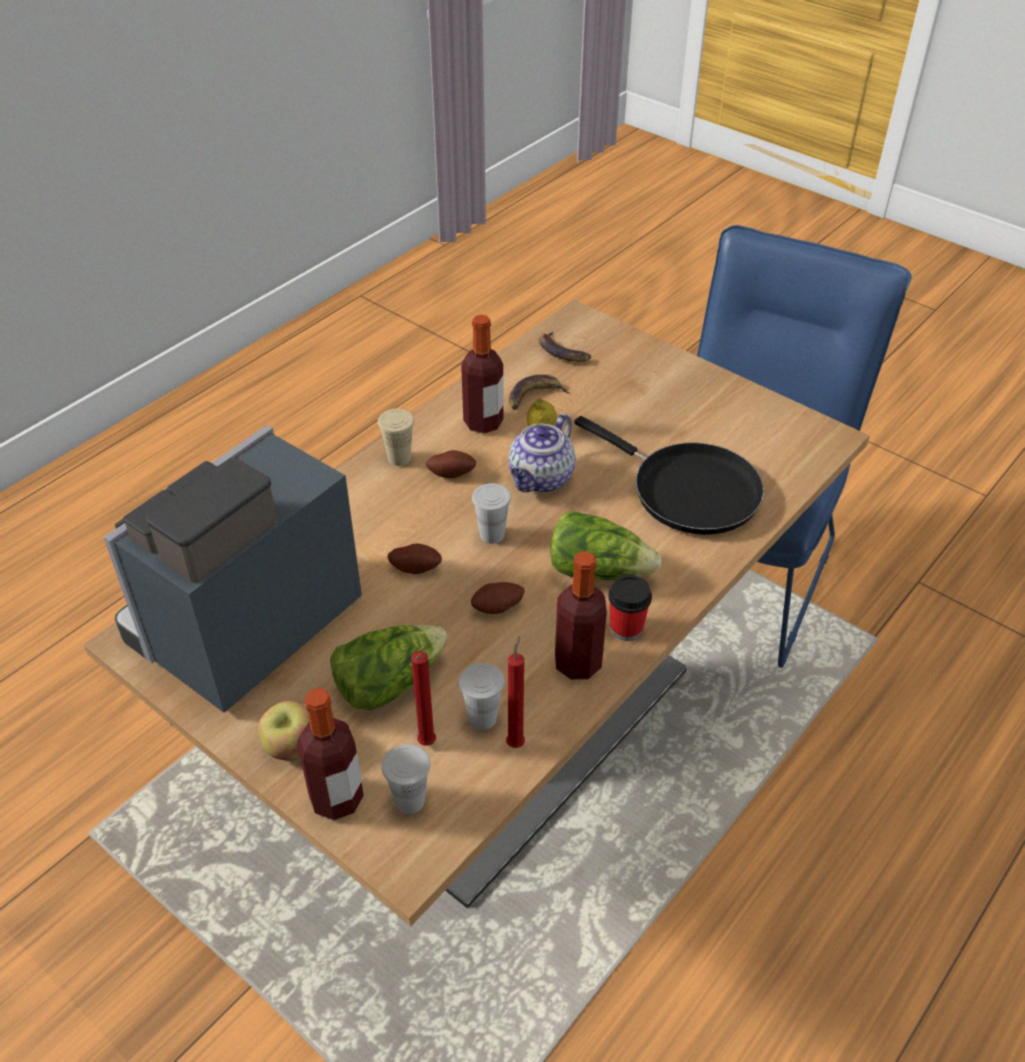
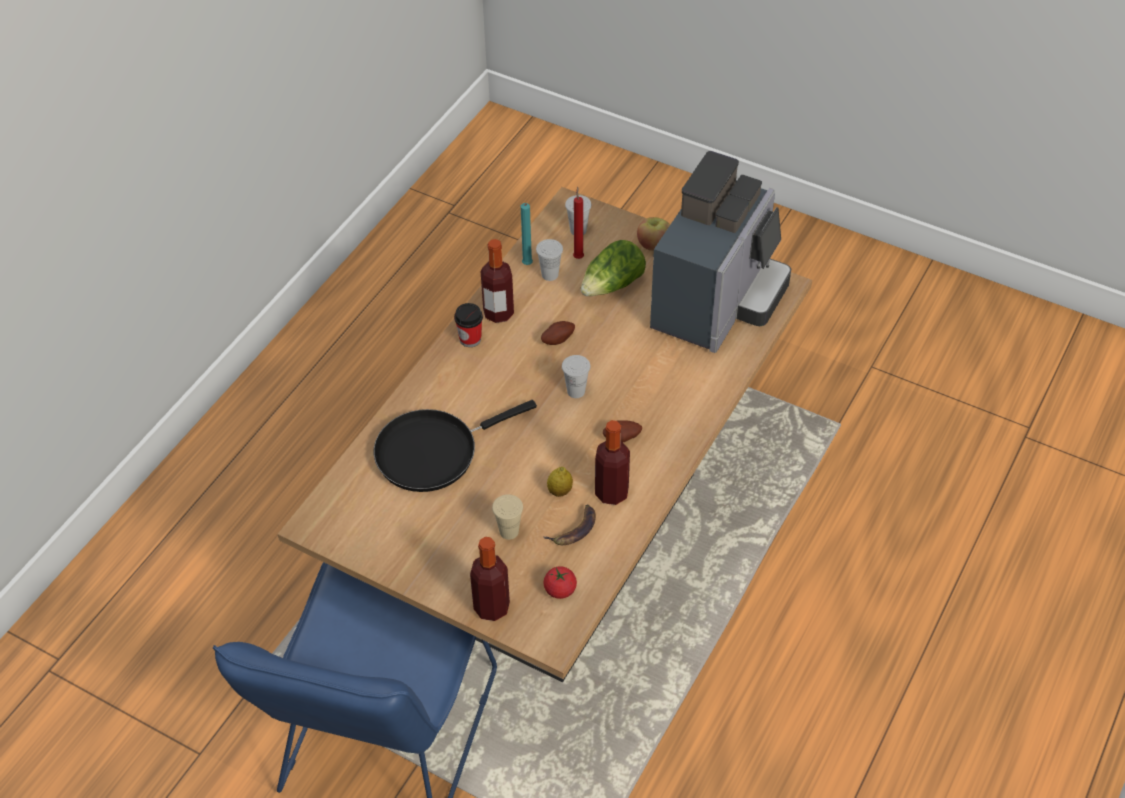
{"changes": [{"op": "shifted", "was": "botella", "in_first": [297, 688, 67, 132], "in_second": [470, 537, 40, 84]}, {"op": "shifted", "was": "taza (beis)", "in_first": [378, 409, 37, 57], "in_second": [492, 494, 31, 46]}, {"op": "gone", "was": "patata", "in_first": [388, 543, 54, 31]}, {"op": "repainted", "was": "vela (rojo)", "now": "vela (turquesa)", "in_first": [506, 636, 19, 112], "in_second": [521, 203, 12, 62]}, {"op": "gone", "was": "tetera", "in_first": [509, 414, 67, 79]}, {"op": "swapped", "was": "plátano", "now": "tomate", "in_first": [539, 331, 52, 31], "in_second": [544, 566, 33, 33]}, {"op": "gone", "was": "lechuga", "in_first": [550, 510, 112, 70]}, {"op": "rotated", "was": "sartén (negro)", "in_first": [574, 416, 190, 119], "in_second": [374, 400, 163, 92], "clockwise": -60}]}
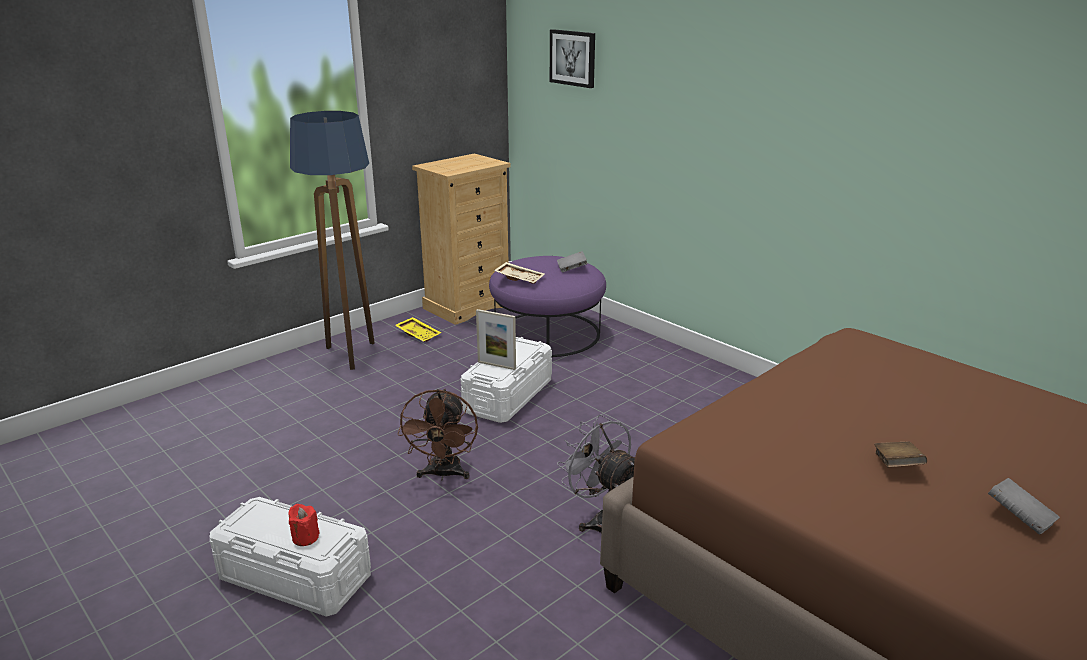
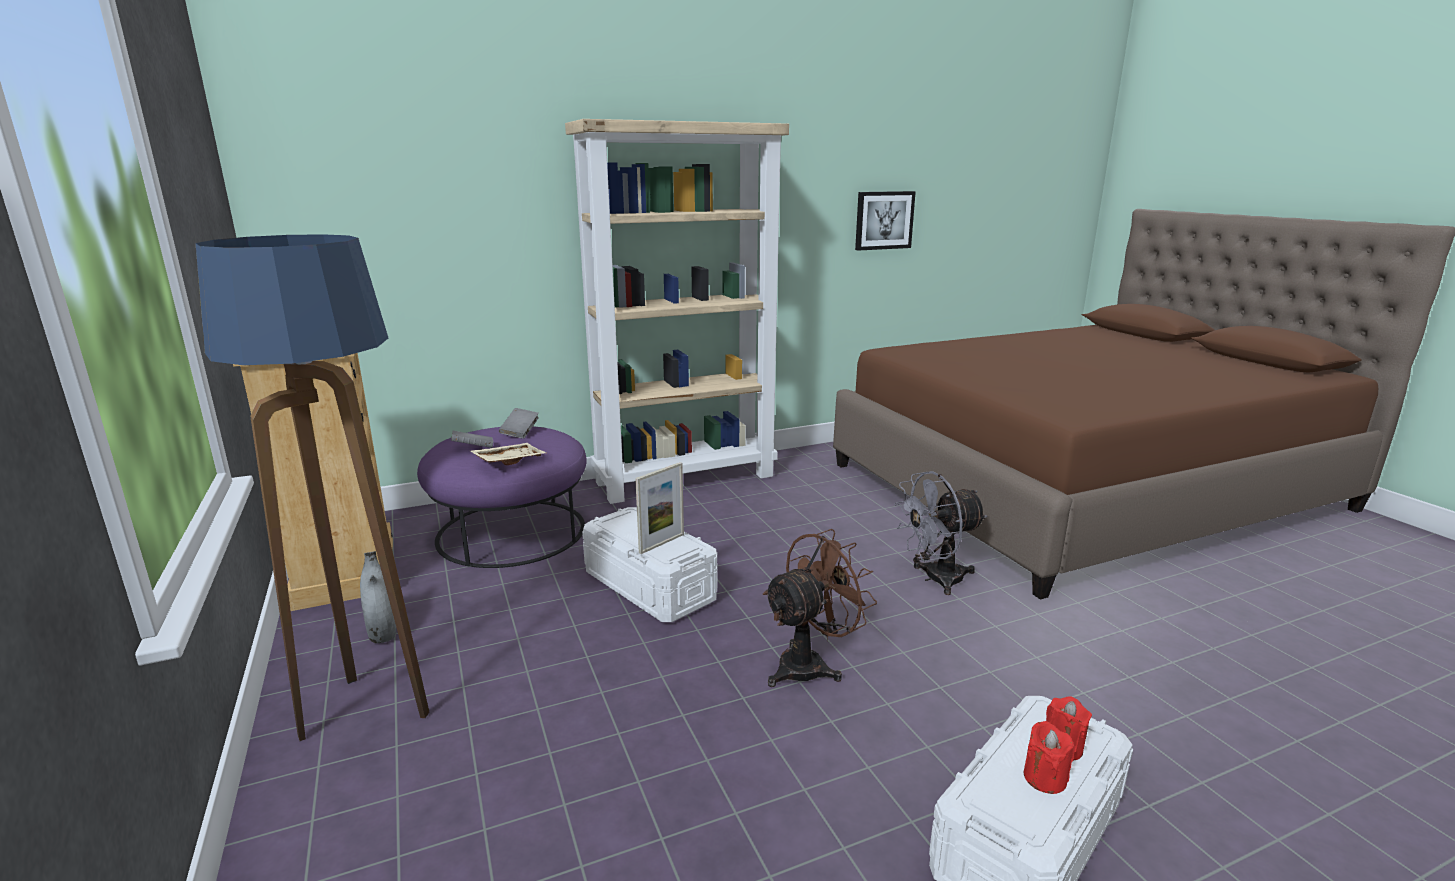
{"changes": [{"op": "swapped", "was": "bandeja (amarillo)", "now": "florero (gris)", "in_first": [395, 317, 46, 25], "in_second": [360, 551, 36, 92]}, {"op": "rotated", "was": "ventilador (marrón)", "in_first": [397, 388, 81, 92], "in_second": [763, 529, 114, 158], "clockwise": -60}, {"op": "shifted", "was": "cuadro", "in_first": [550, 29, 45, 59], "in_second": [855, 191, 61, 60]}, {"op": "gone", "was": "libro (marrón)", "in_first": [874, 442, 53, 25]}, {"op": "shifted", "was": "libro (gris)", "in_first": [988, 478, 72, 57], "in_second": [451, 431, 43, 17]}, {"op": "new", "now": "estantería (beis)", "in_second": [565, 119, 224, 385]}, {"op": "new", "now": "vela (rojo)", "in_second": [1024, 721, 51, 73]}]}
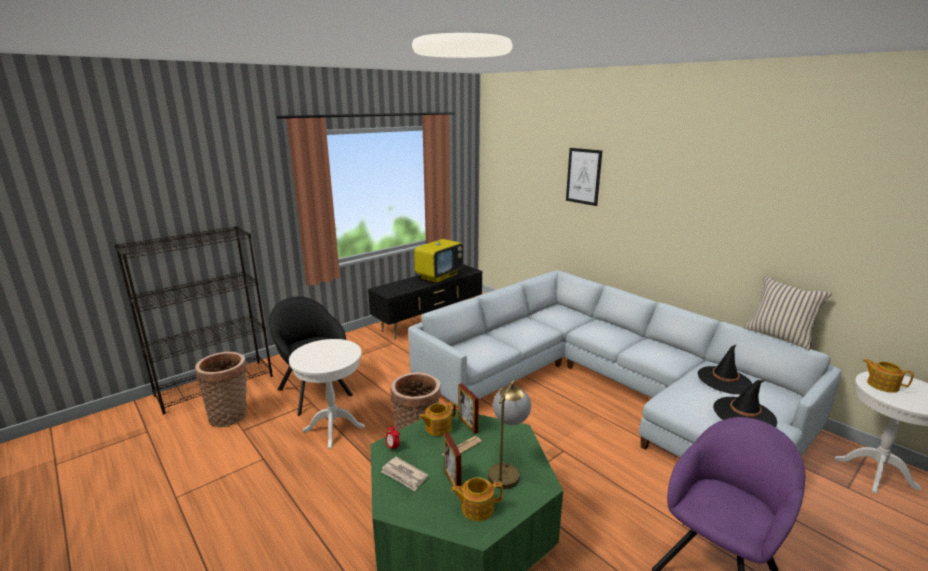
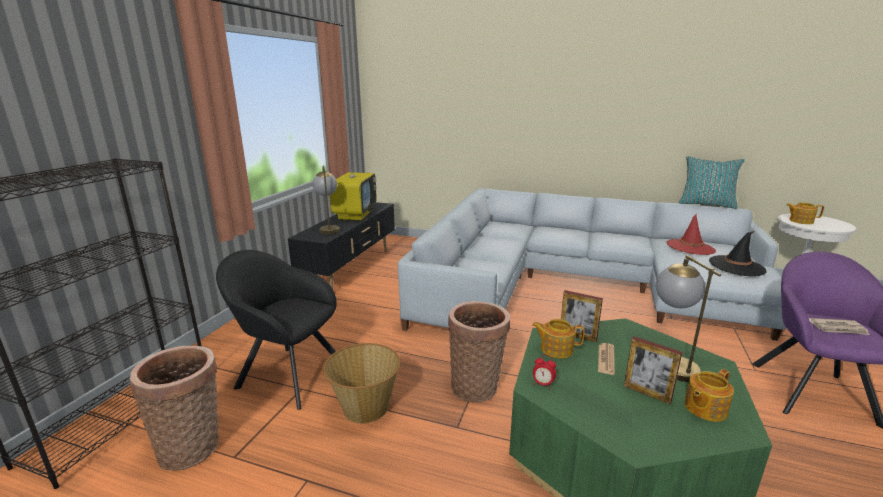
{"changes": [{"op": "swapped", "was": "mesa auxiliar (blanco)", "now": "cesta", "in_first": [289, 339, 76, 110], "in_second": [323, 343, 77, 81]}, {"op": "shifted", "was": "periódico", "in_first": [381, 457, 47, 34], "in_second": [809, 318, 61, 17]}, {"op": "rotated", "was": "tetera", "in_first": [419, 402, 37, 34], "in_second": [532, 319, 52, 39], "clockwise": 75}, {"op": "gone", "was": "cuadro", "in_first": [566, 148, 36, 58]}, {"op": "repainted", "was": "sombrero (negro)", "now": "sombrero (rojo)", "in_first": [697, 344, 55, 50], "in_second": [667, 214, 49, 41]}, {"op": "repainted", "was": "cojín (beis)", "now": "cojín (turquesa)", "in_first": [744, 276, 88, 75], "in_second": [679, 156, 66, 53]}, {"op": "new", "now": "lámpara de mesa", "in_second": [313, 166, 27, 68]}]}
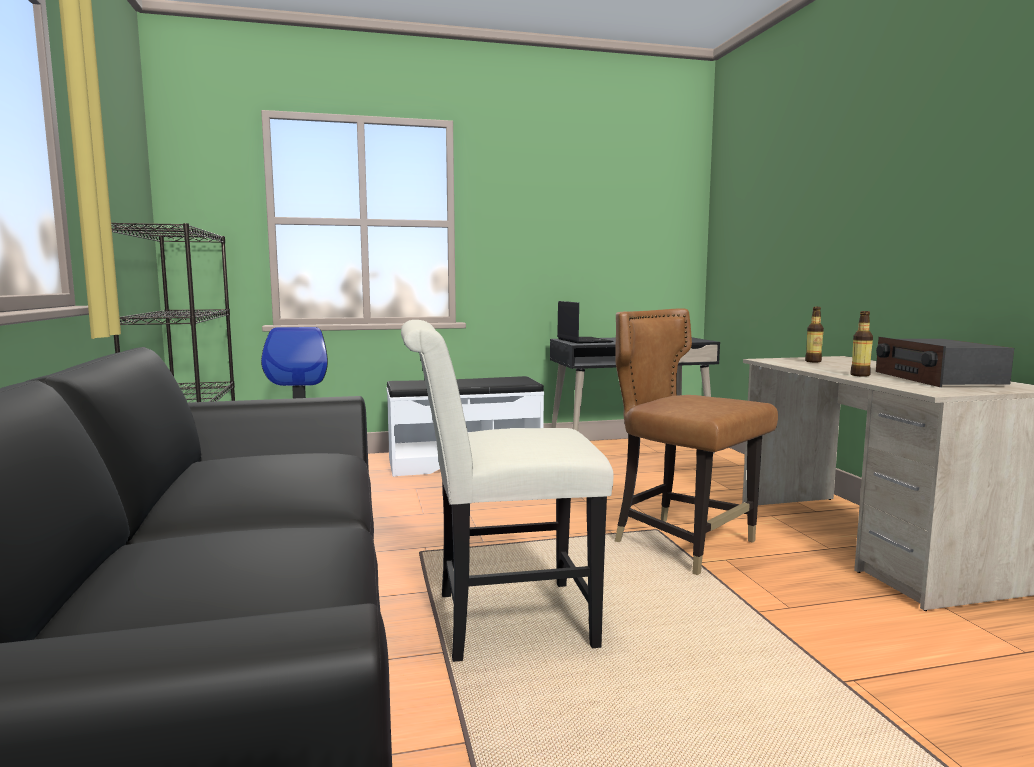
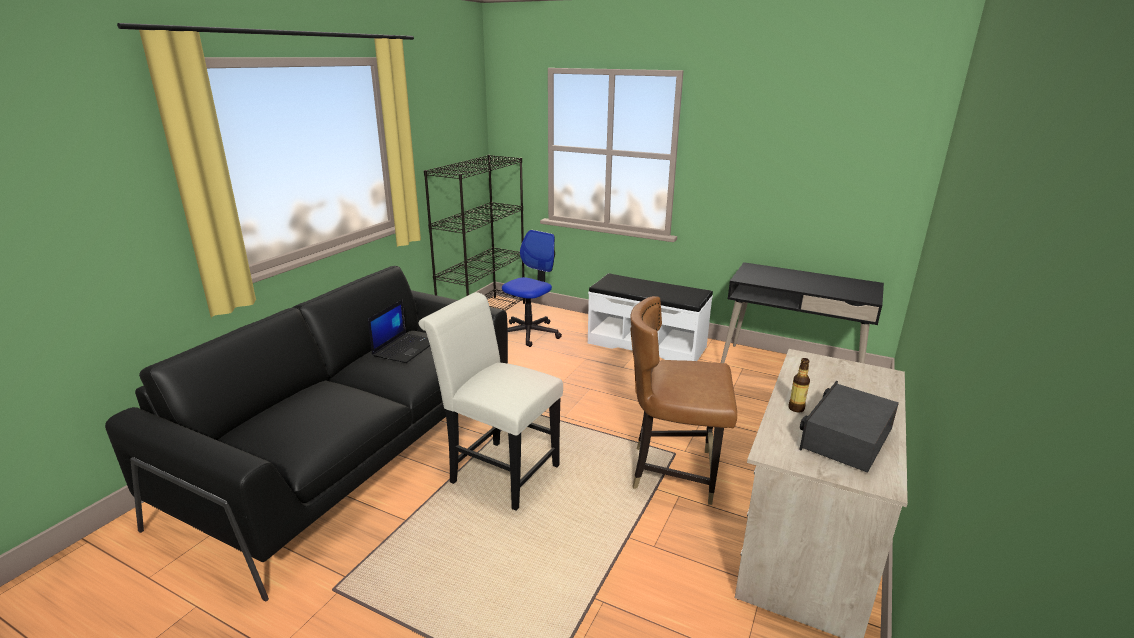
{"changes": [{"op": "shifted", "was": "portátil", "in_first": [557, 301, 57, 43], "in_second": [368, 300, 62, 63]}, {"op": "rotated", "was": "silla (marrón)", "in_first": [614, 308, 164, 267], "in_second": [630, 296, 107, 209], "clockwise": -75}, {"op": "gone", "was": "botella", "in_first": [805, 307, 19, 55]}]}
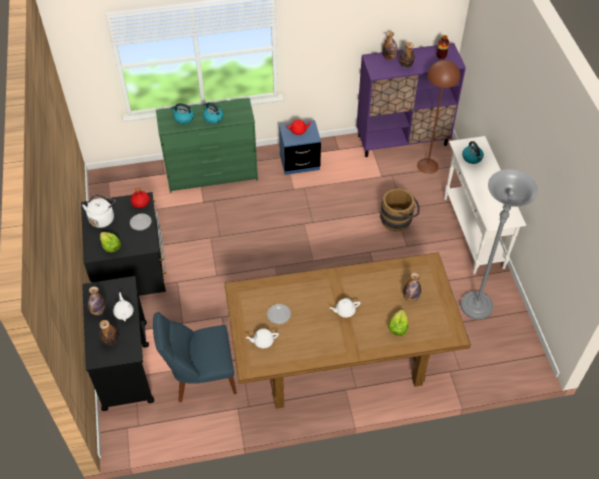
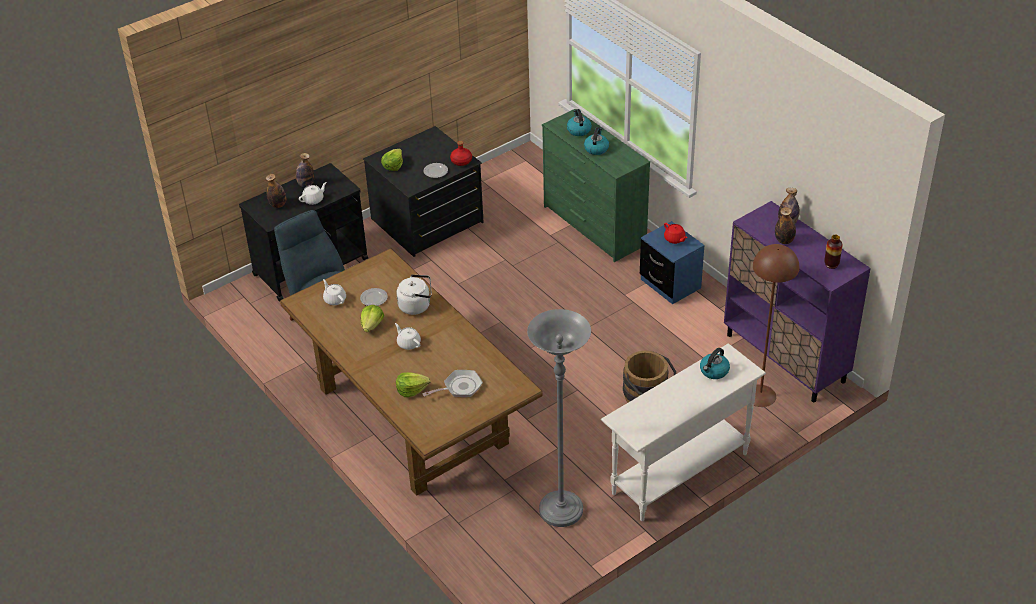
{"changes": [{"op": "shifted", "was": "hervidor (blanco)", "in_first": [82, 194, 34, 34], "in_second": [396, 274, 36, 41]}, {"op": "swapped", "was": "botella", "now": "sartén", "in_first": [403, 273, 18, 29], "in_second": [422, 370, 61, 27]}, {"op": "new", "now": "lechuga", "in_second": [361, 305, 23, 27]}]}
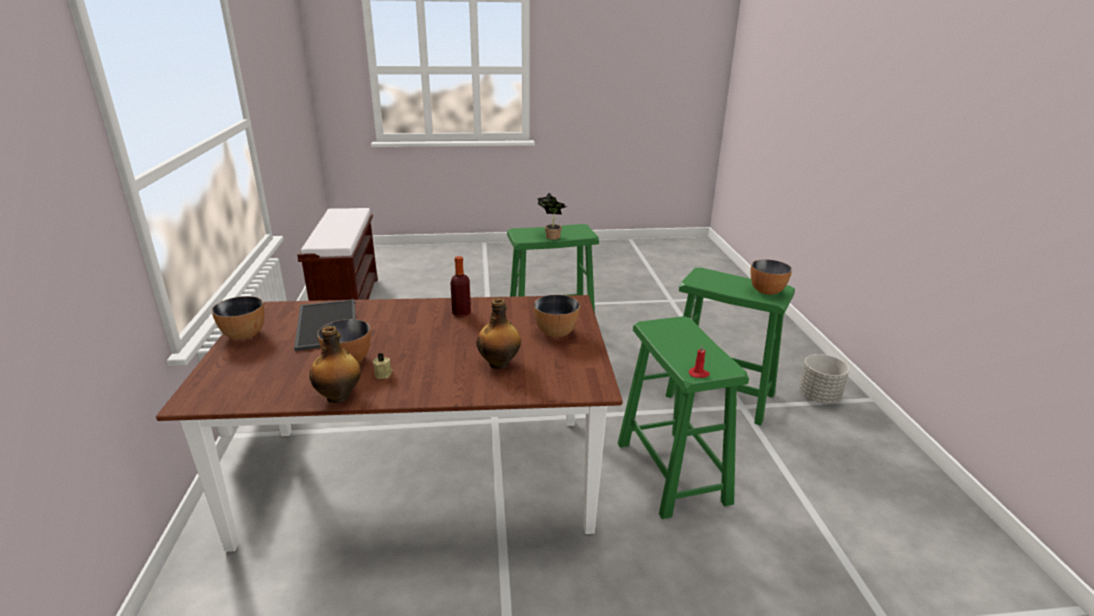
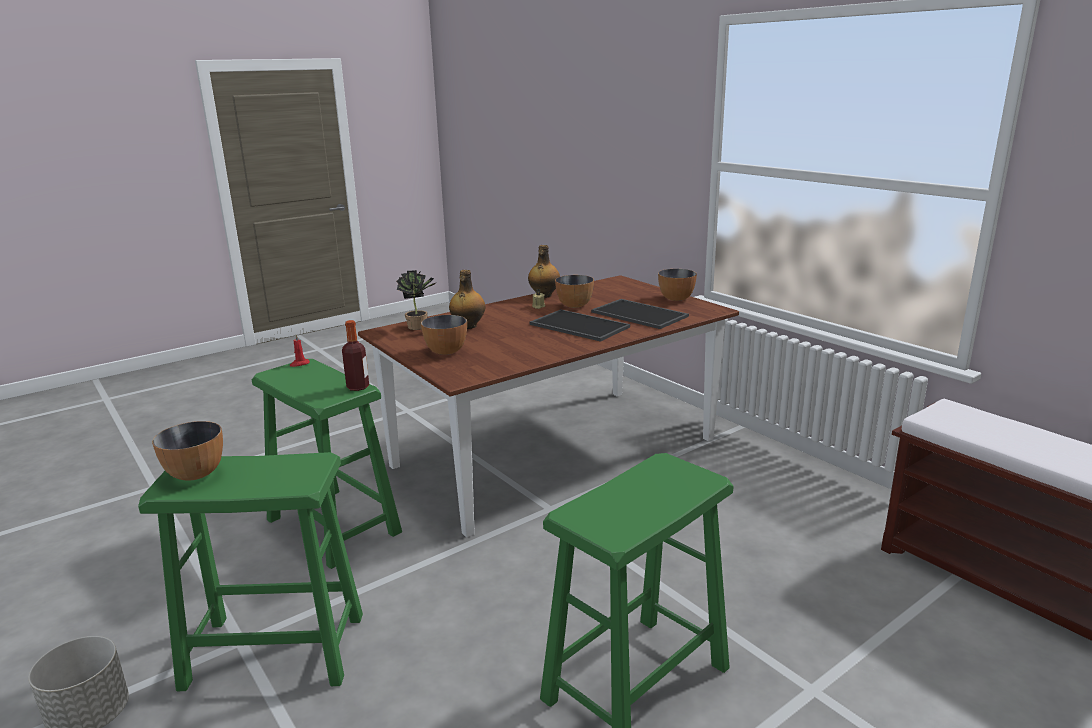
{"changes": [{"op": "shifted", "was": "botella", "in_first": [450, 256, 21, 61], "in_second": [342, 320, 27, 71]}, {"op": "shifted", "was": "planta en maceta", "in_first": [537, 193, 30, 47], "in_second": [396, 270, 39, 60]}, {"op": "new", "now": "bandeja", "in_second": [530, 309, 100, 33]}]}
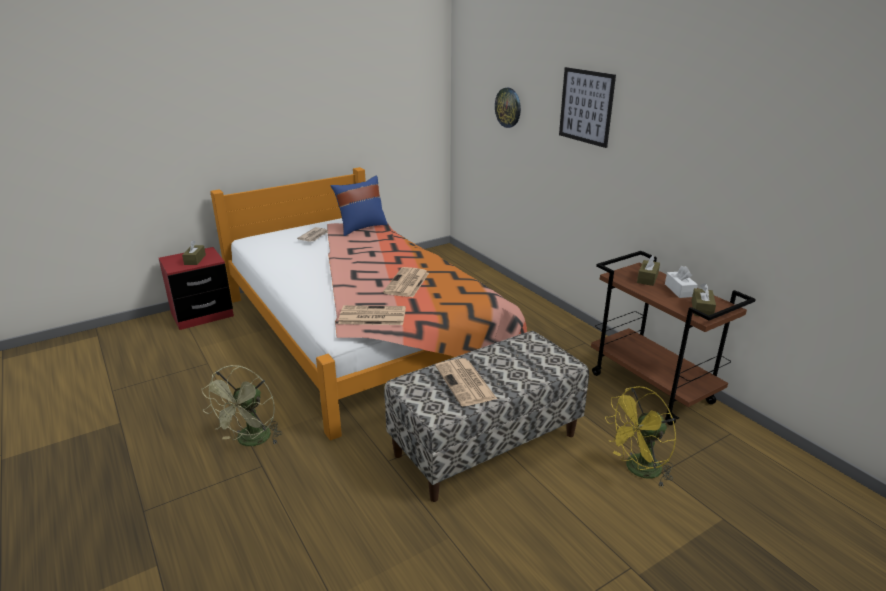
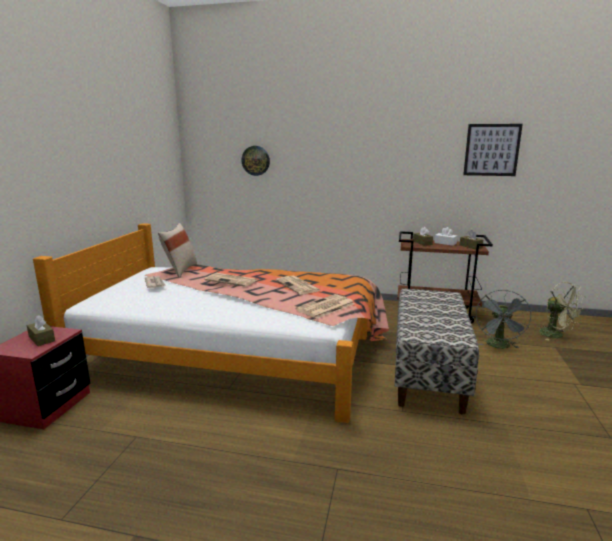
{"changes": [{"op": "shifted", "was": "ventilador (verde)", "in_first": [201, 365, 81, 81], "in_second": [539, 282, 46, 59]}, {"op": "repainted", "was": "cojín (azul)", "now": "cojín (beis)", "in_first": [331, 176, 57, 60], "in_second": [158, 223, 39, 55]}, {"op": "shifted", "was": "periódico", "in_first": [435, 358, 62, 48], "in_second": [205, 273, 52, 14]}, {"op": "shifted", "was": "cuadro", "in_first": [559, 67, 57, 81], "in_second": [463, 124, 60, 52]}, {"op": "repainted", "was": "ventilador (amarillo)", "now": "ventilador (gris)", "in_first": [605, 386, 71, 102], "in_second": [476, 290, 56, 59]}]}
